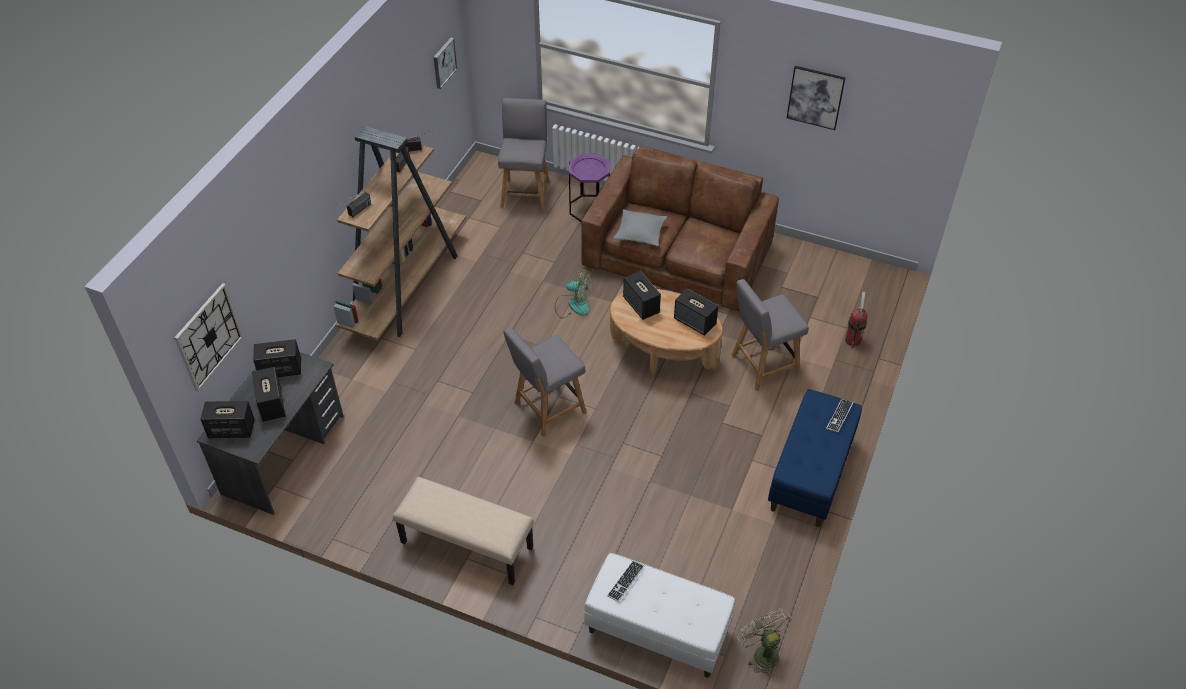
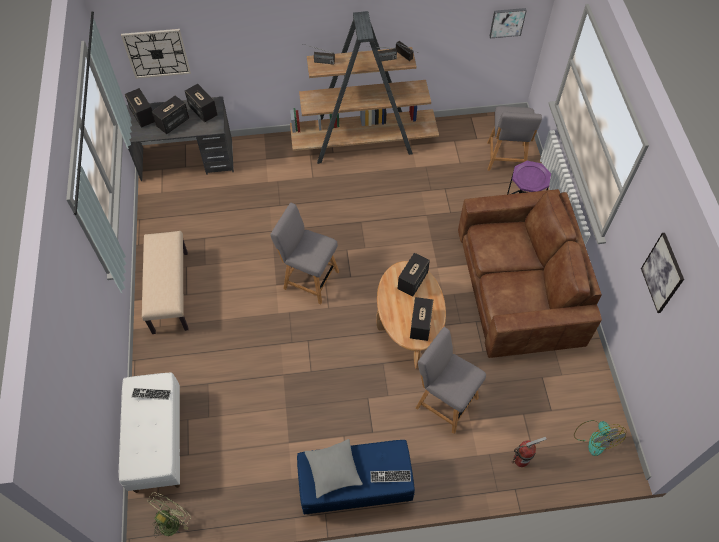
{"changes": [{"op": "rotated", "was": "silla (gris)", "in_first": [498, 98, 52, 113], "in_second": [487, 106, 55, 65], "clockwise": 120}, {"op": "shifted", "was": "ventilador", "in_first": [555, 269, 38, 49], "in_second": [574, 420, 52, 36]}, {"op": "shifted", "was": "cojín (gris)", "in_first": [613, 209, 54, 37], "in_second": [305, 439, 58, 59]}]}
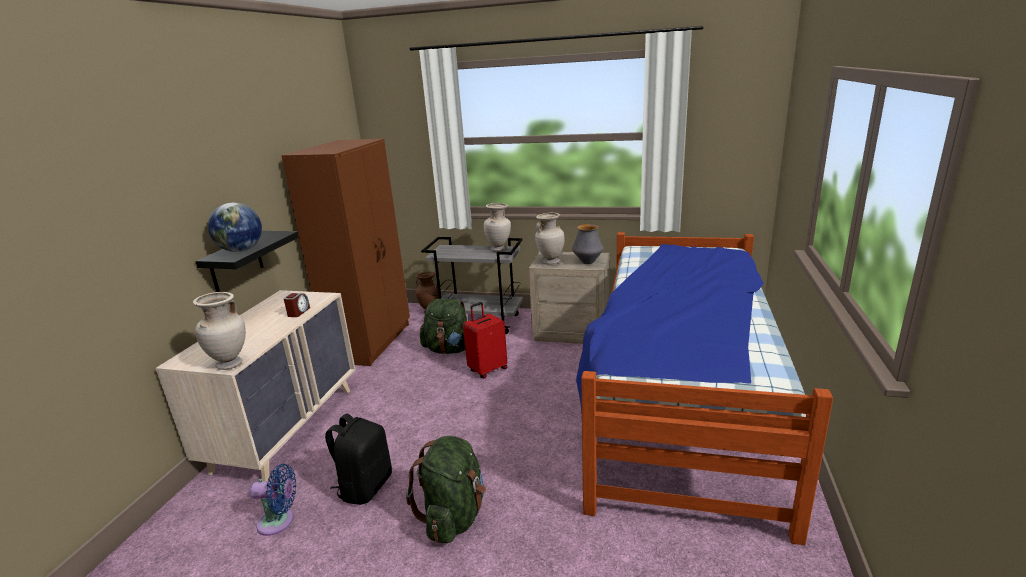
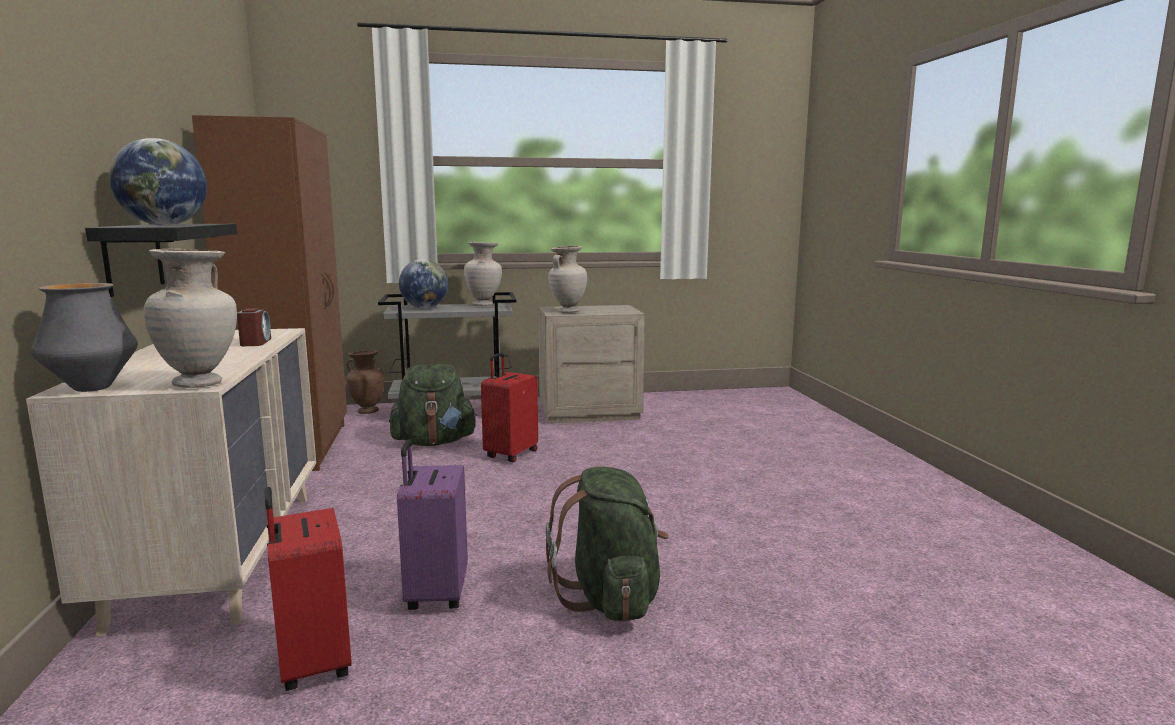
{"changes": [{"op": "swapped", "was": "ventilador (azul)", "now": "maleta (rojo)", "in_first": [250, 464, 46, 72], "in_second": [265, 487, 87, 204]}, {"op": "swapped", "was": "mochila (negro)", "now": "maleta (morado)", "in_first": [325, 414, 67, 91], "in_second": [397, 439, 71, 171]}, {"op": "shifted", "was": "florero", "in_first": [572, 224, 32, 40], "in_second": [31, 283, 107, 109]}, {"op": "gone", "was": "cama", "in_first": [576, 232, 257, 313]}, {"op": "new", "now": "globo terráqueo", "in_second": [399, 259, 49, 49]}]}
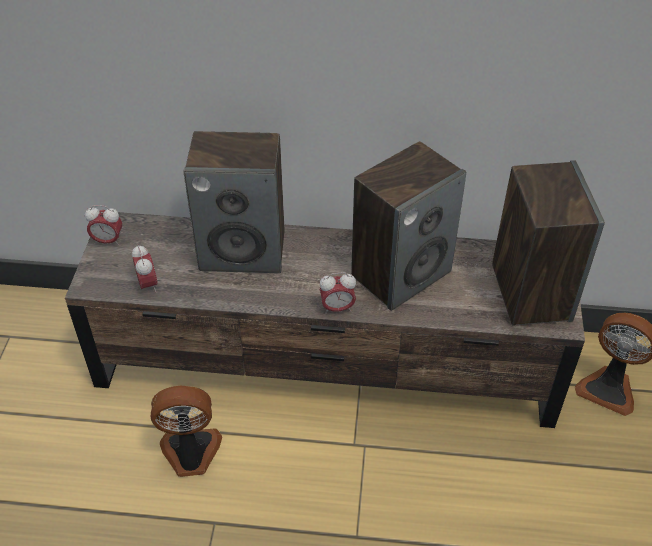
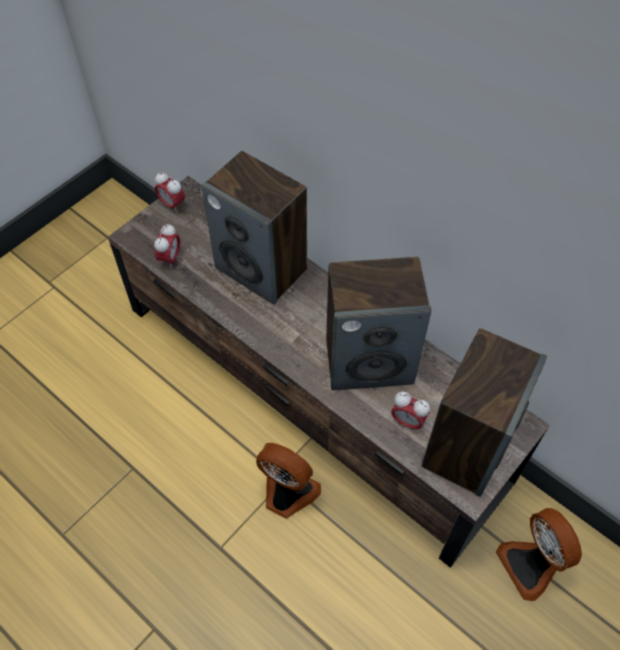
{"changes": [{"op": "shifted", "was": "ventilador", "in_first": [151, 386, 71, 91], "in_second": [256, 443, 65, 75]}, {"op": "shifted", "was": "despertador", "in_first": [320, 272, 36, 42], "in_second": [391, 392, 39, 40]}]}
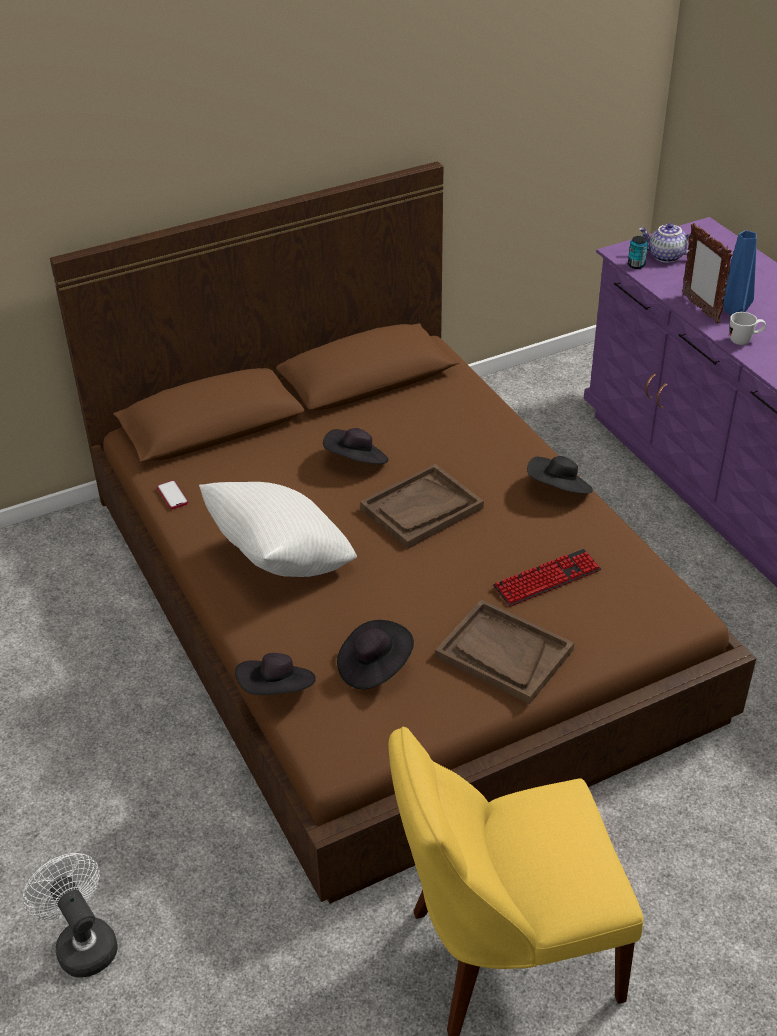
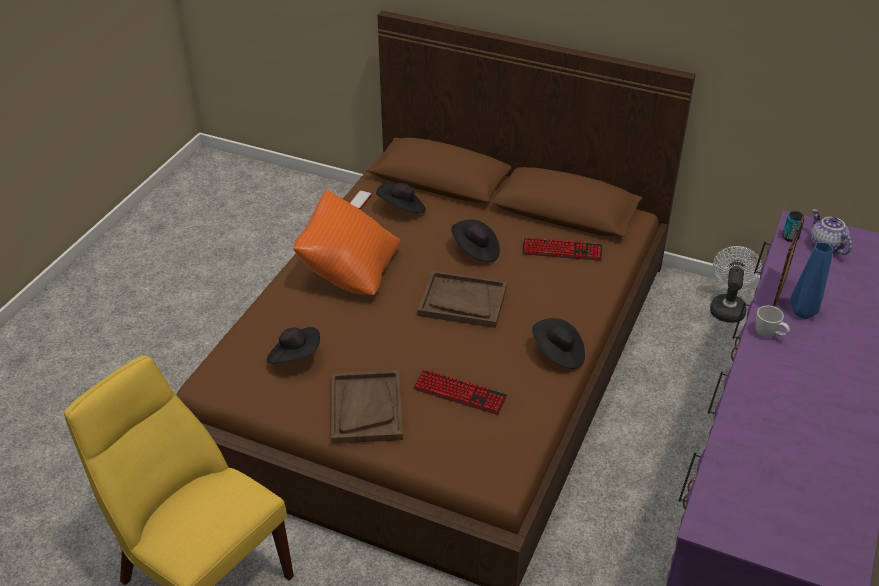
{"changes": [{"op": "shifted", "was": "ventilador (blanco)", "in_first": [22, 853, 96, 125], "in_second": [710, 246, 52, 77]}, {"op": "repainted", "was": "cojín (blanco)", "now": "cojín (naranja)", "in_first": [199, 482, 158, 95], "in_second": [293, 189, 108, 106]}, {"op": "shifted", "was": "sombrero (negro)", "in_first": [235, 653, 81, 42], "in_second": [376, 182, 50, 31]}, {"op": "new", "now": "teclado", "in_second": [522, 237, 80, 24]}]}
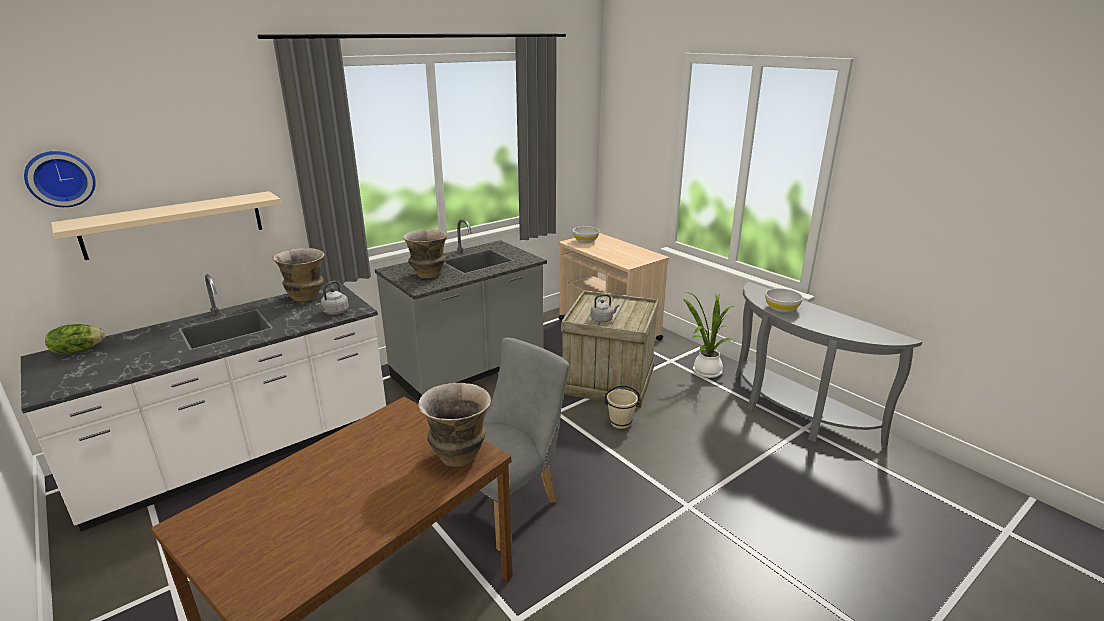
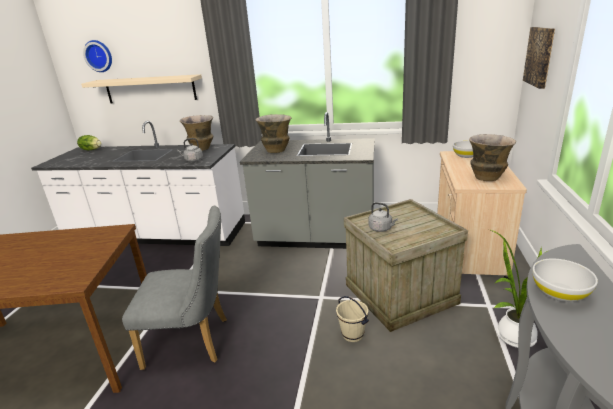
{"changes": [{"op": "shifted", "was": "florero", "in_first": [418, 383, 73, 84], "in_second": [469, 134, 47, 47]}, {"op": "new", "now": "cuadro", "in_second": [523, 27, 32, 62]}]}
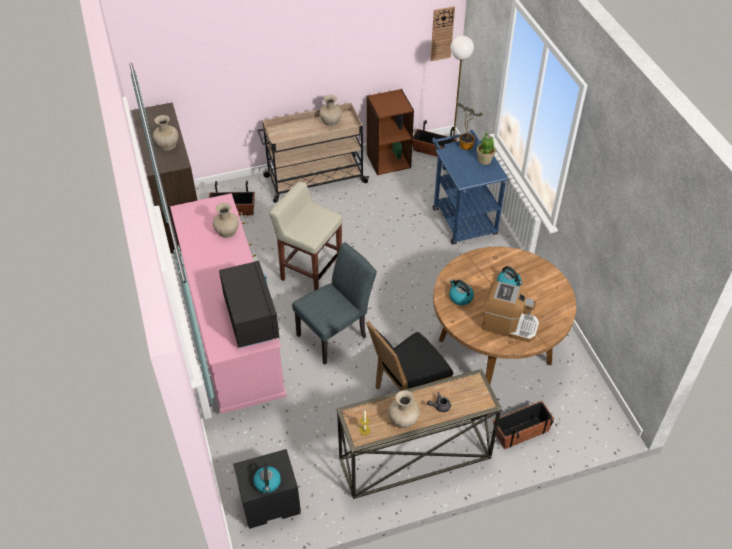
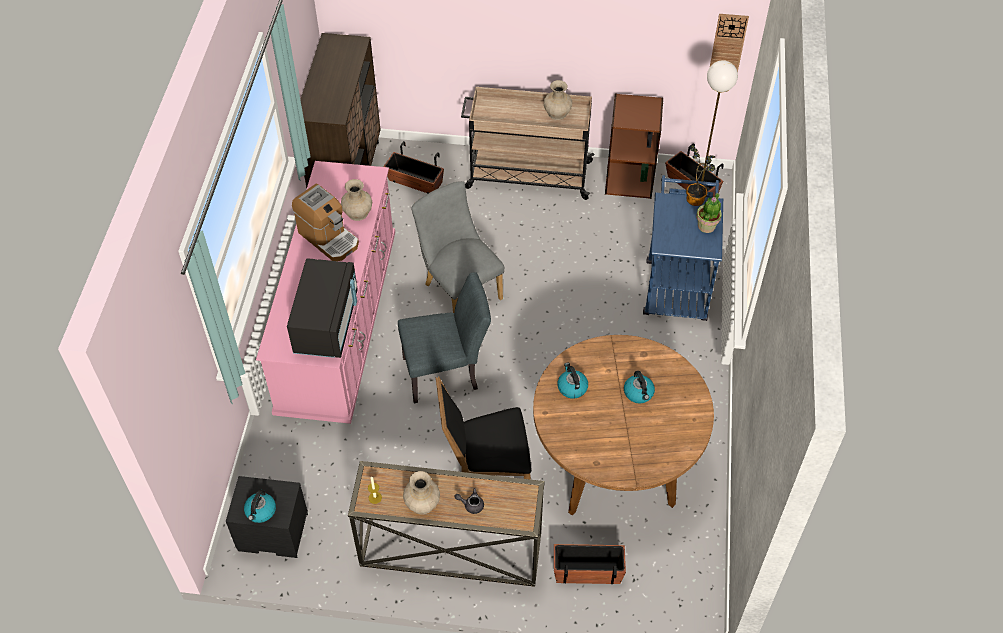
{"changes": [{"op": "gone", "was": "florero (beis)", "in_first": [153, 115, 25, 36]}, {"op": "swapped", "was": "taburete (beis)", "now": "silla (gris)", "in_first": [269, 182, 74, 109], "in_second": [411, 181, 93, 132]}, {"op": "shifted", "was": "cafetera", "in_first": [482, 281, 57, 61], "in_second": [292, 184, 67, 77]}]}
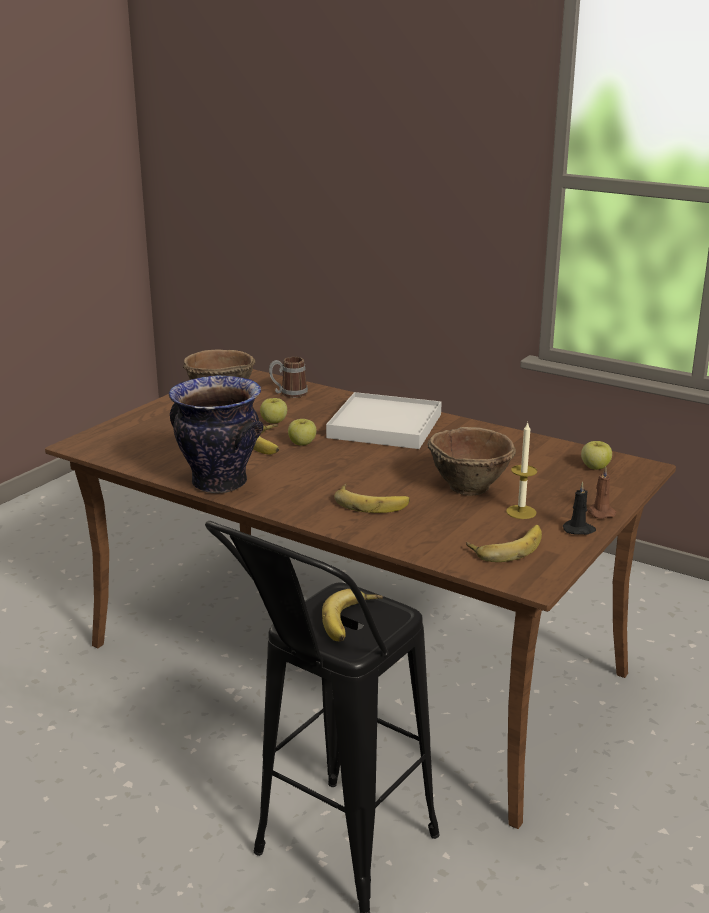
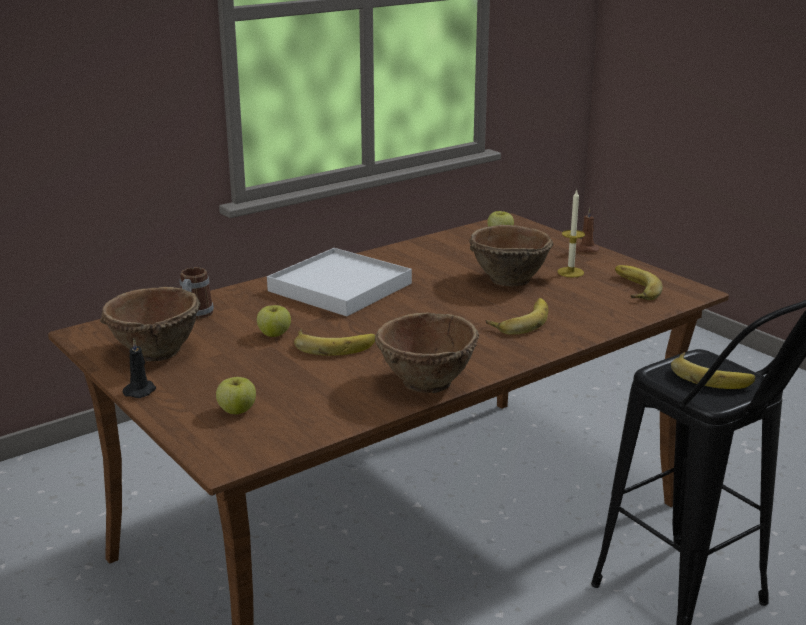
{"changes": [{"op": "swapped", "was": "florero", "now": "cuenco (marrón)", "in_first": [169, 375, 95, 118], "in_second": [375, 313, 104, 80]}, {"op": "shifted", "was": "manzana", "in_first": [288, 419, 29, 27], "in_second": [216, 377, 40, 37]}, {"op": "shifted", "was": "vela (negro)", "in_first": [563, 481, 33, 54], "in_second": [123, 339, 33, 59]}]}
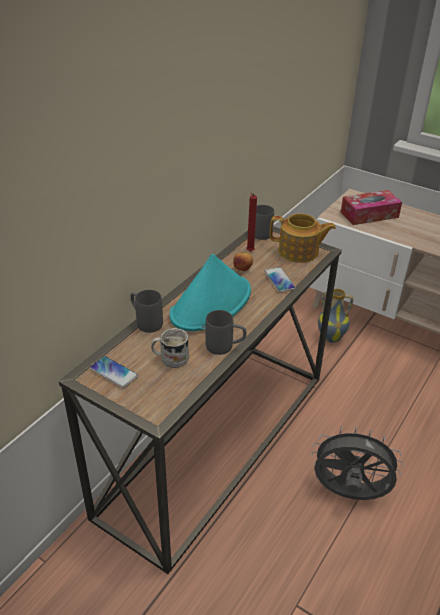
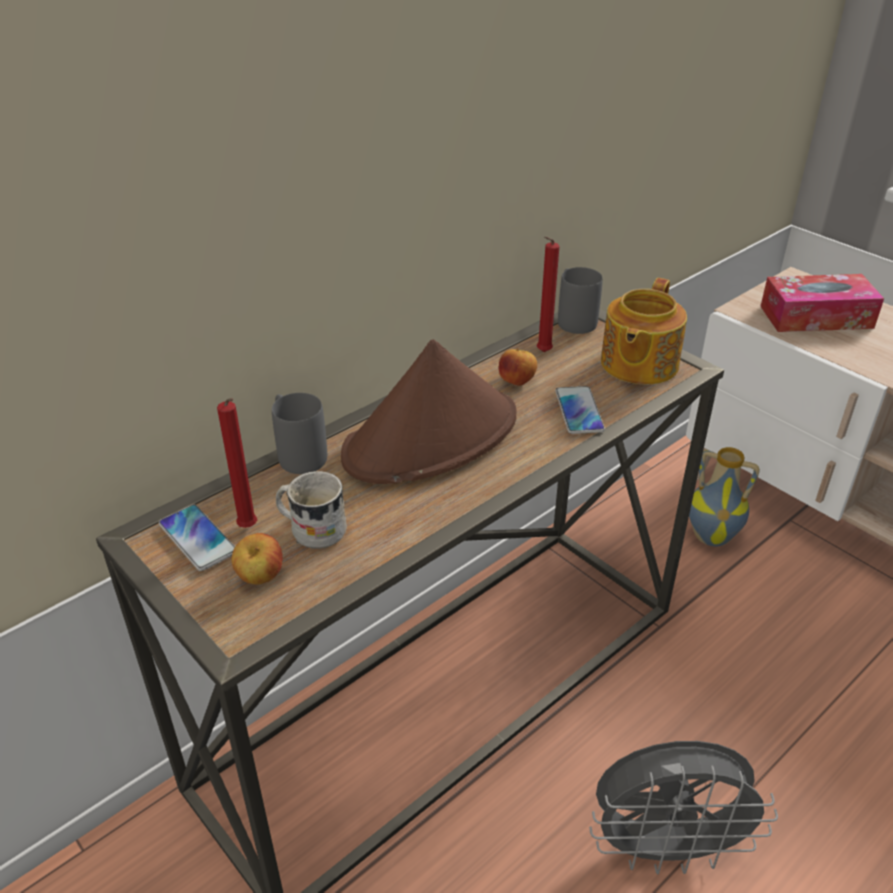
{"changes": [{"op": "repainted", "was": "sombrero (turquesa)", "now": "sombrero (marrón)", "in_first": [170, 254, 81, 77], "in_second": [341, 339, 176, 145]}, {"op": "gone", "was": "taza grande (gris)", "in_first": [205, 310, 42, 45]}, {"op": "rotated", "was": "tetera", "in_first": [270, 213, 66, 50], "in_second": [601, 278, 86, 107], "clockwise": 90}, {"op": "rotated", "was": "ventilador (gris)", "in_first": [311, 426, 93, 74], "in_second": [589, 741, 189, 133], "clockwise": 150}, {"op": "new", "now": "vela (rojo)", "in_second": [217, 398, 40, 130]}, {"op": "new", "now": "manzana", "in_second": [231, 533, 52, 52]}]}
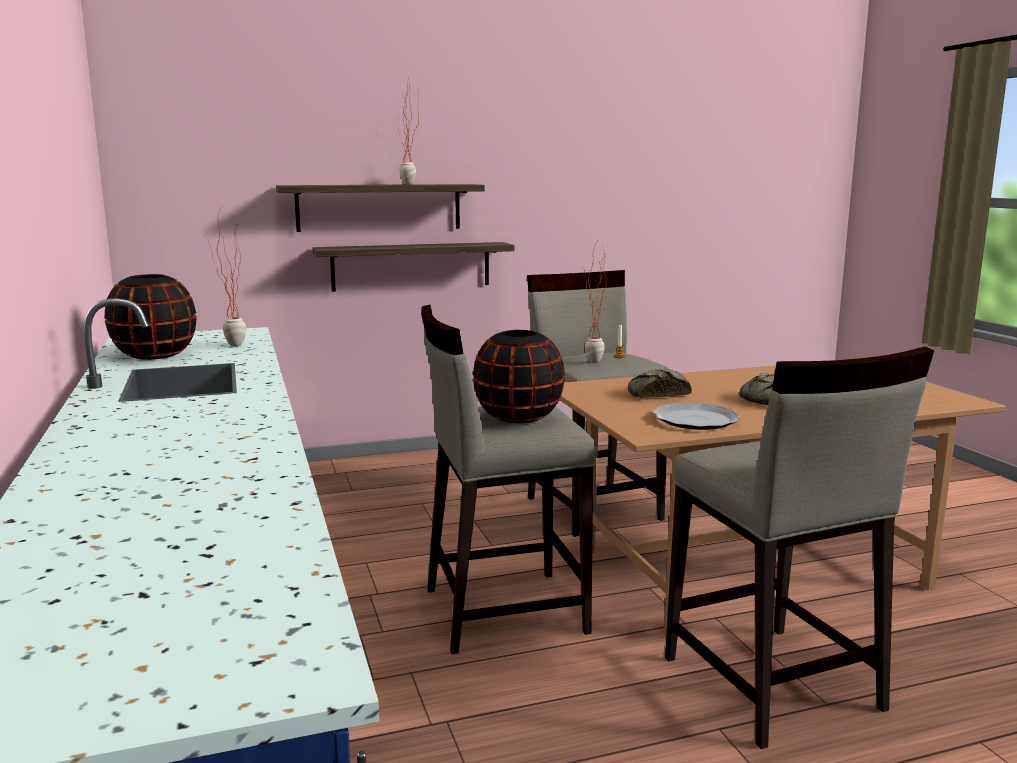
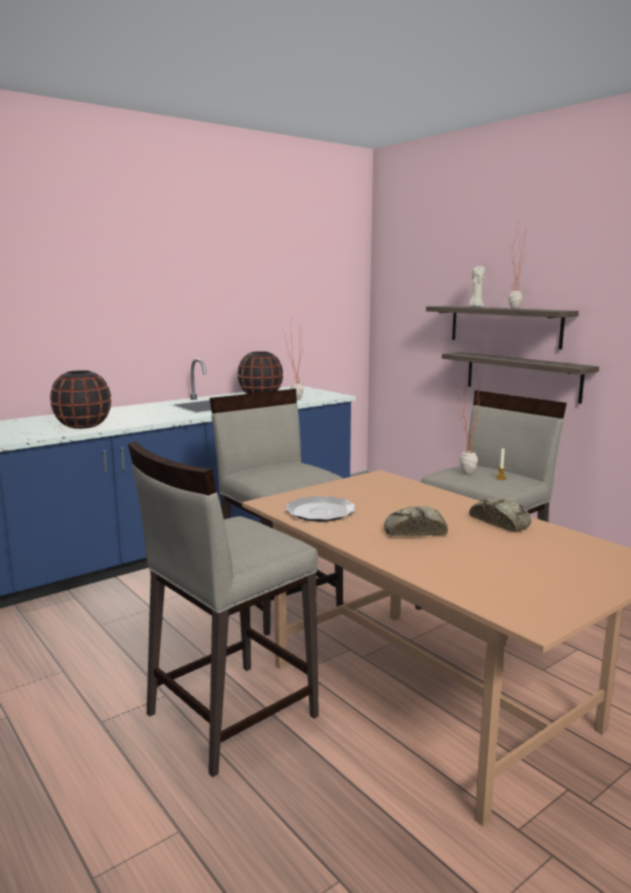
{"changes": [{"op": "shifted", "was": "florero (negro)", "in_first": [473, 330, 92, 93], "in_second": [50, 370, 61, 59]}, {"op": "shifted", "was": "pan", "in_first": [628, 369, 64, 29], "in_second": [469, 499, 62, 33]}, {"op": "new", "now": "vela (beis)", "in_second": [468, 266, 17, 42]}]}
